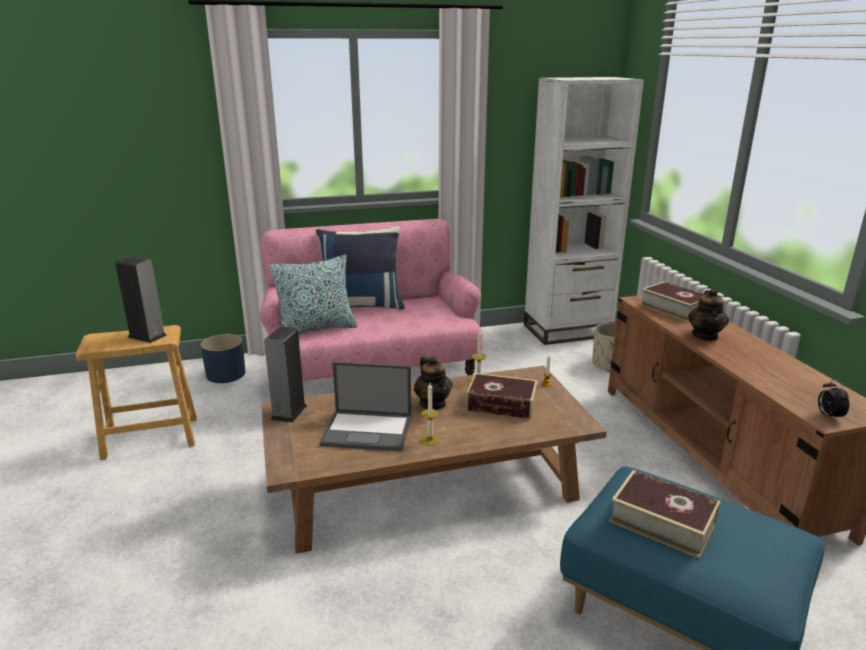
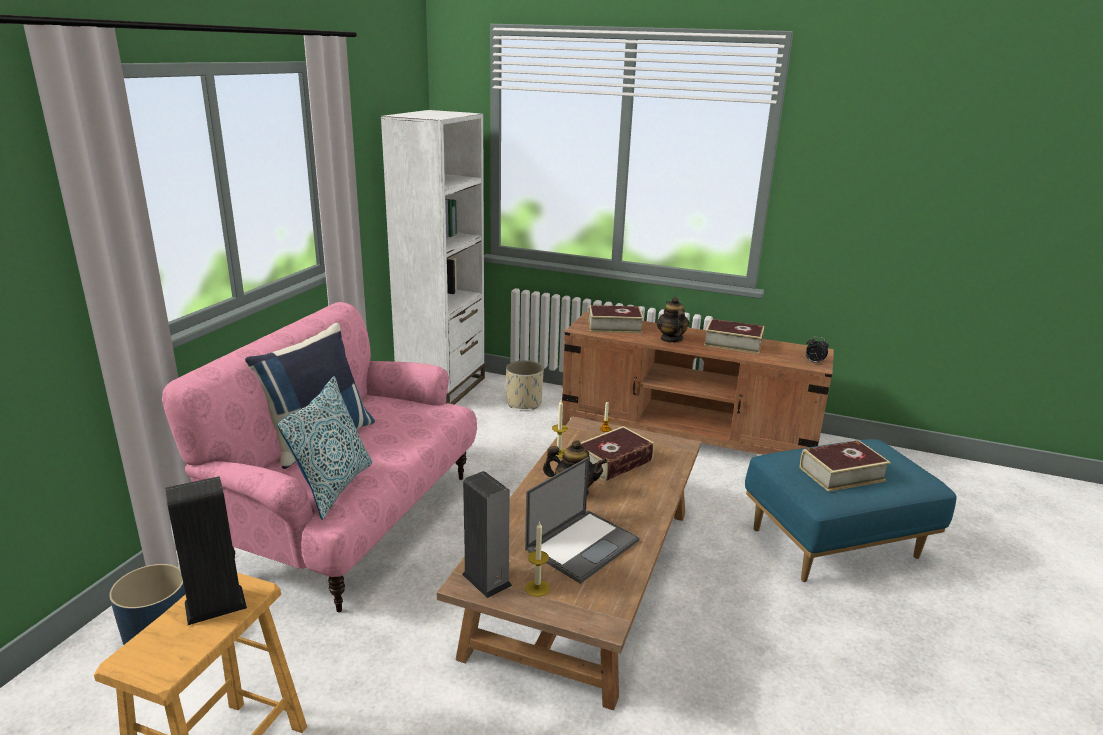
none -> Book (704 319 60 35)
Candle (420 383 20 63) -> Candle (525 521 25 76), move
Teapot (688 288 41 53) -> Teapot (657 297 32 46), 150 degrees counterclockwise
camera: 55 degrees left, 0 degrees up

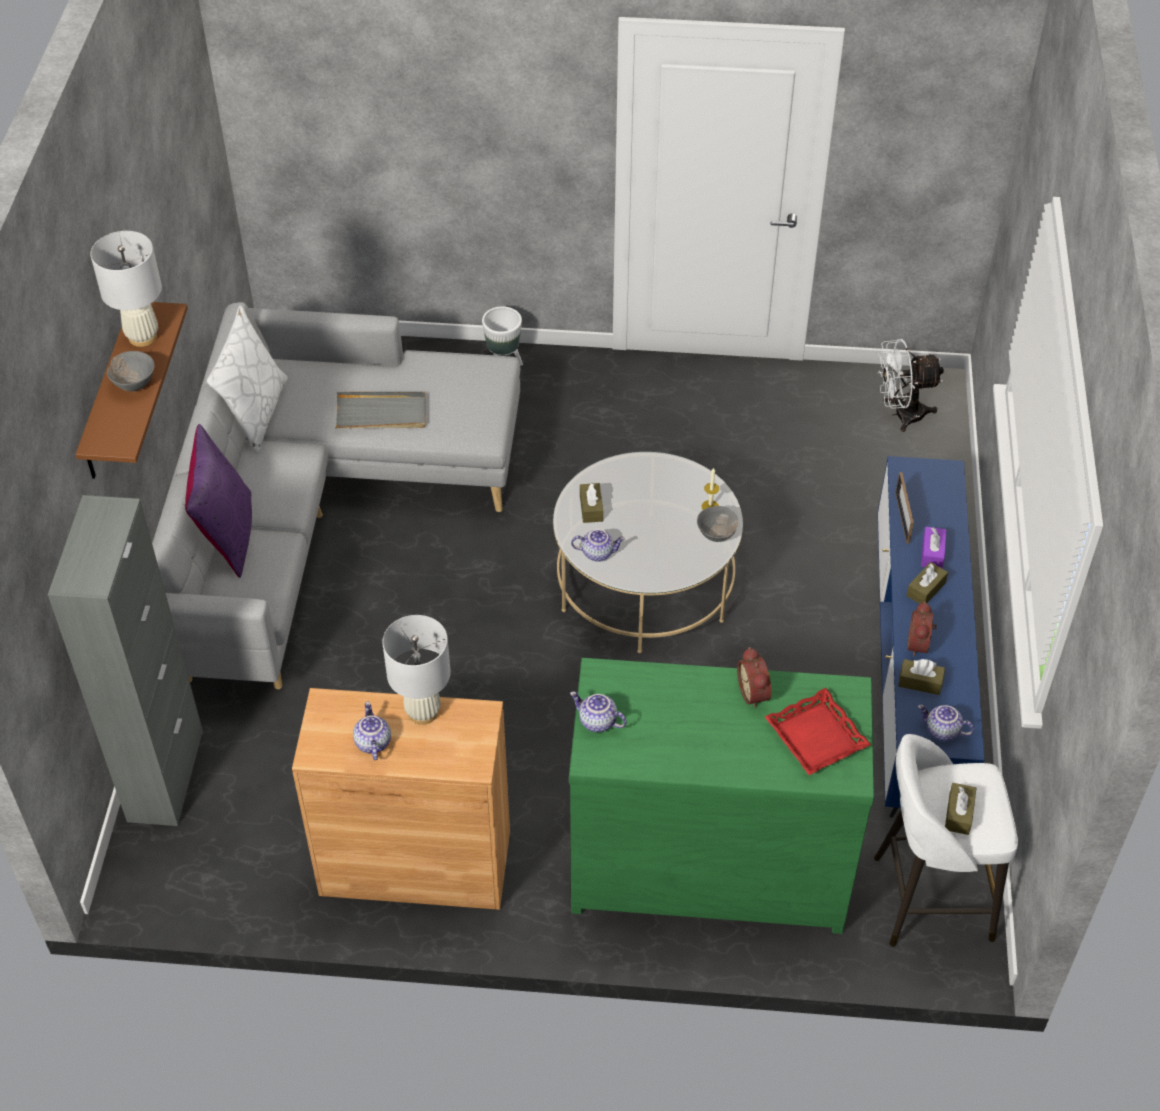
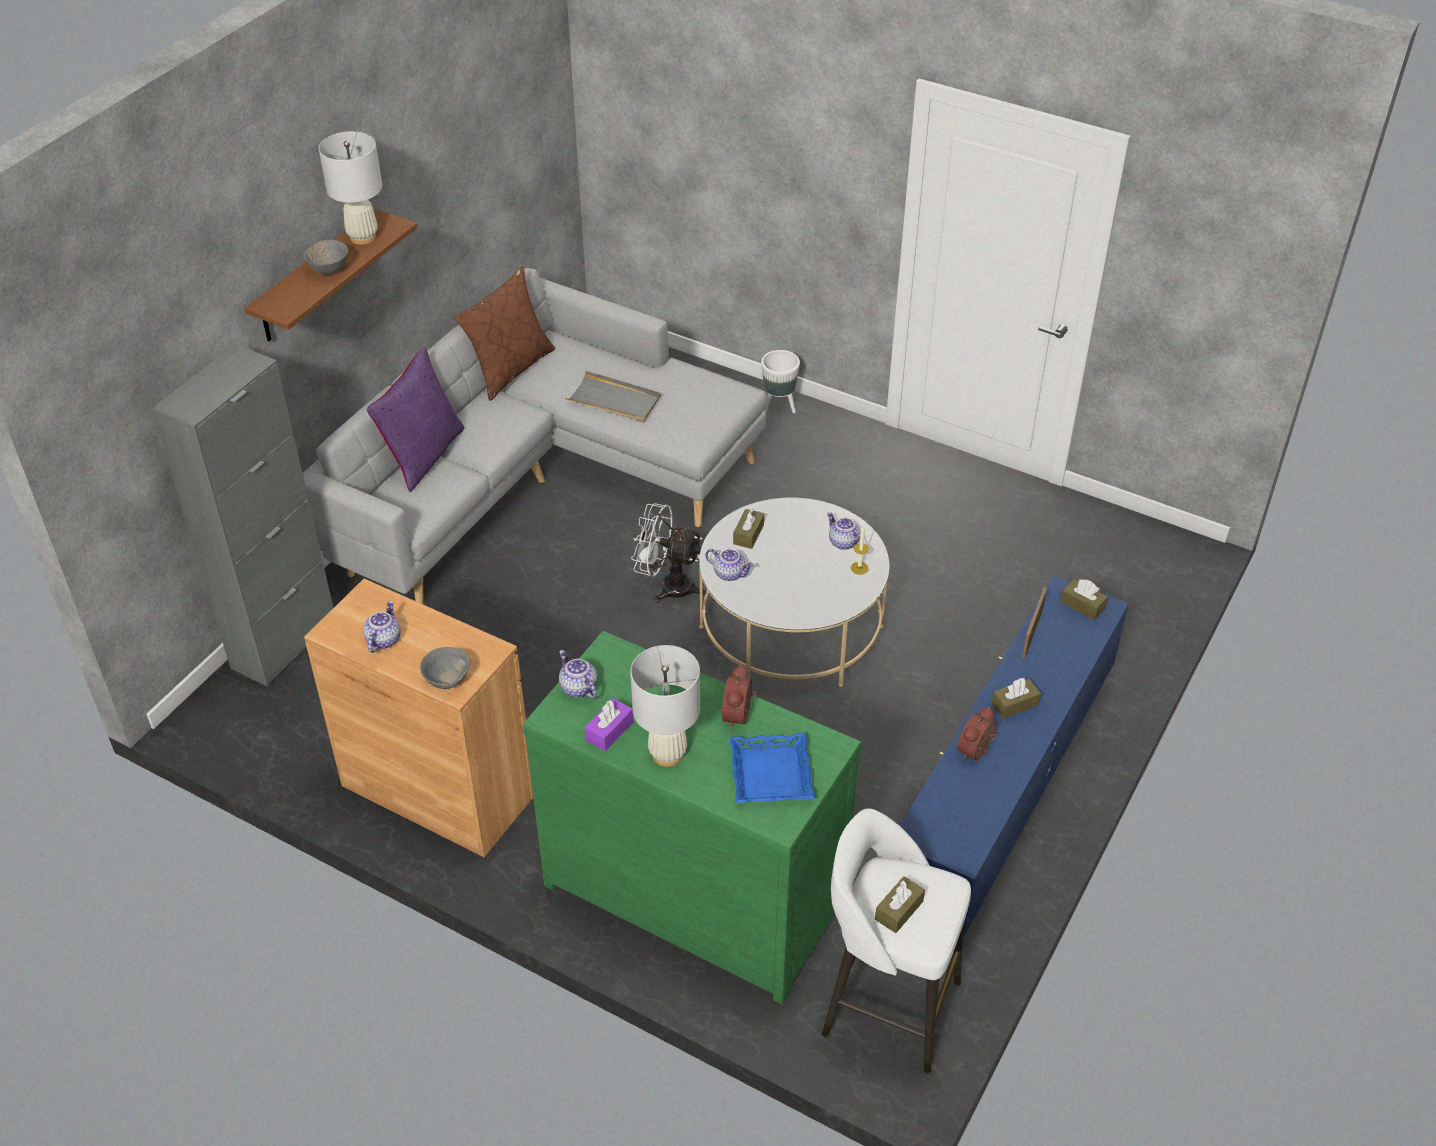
WhiteTableLamp (382 615 69 110) -> WhiteTableLamp (630 645 70 122), move
GreyBowl (697 506 41 36) -> GreyBowl (420 647 50 42), move
WhiteFan (878 339 66 93) -> WhiteFan (631 503 74 100), move
BrownTissueBox (898 659 47 36) -> BrownTissueBox (1060 579 48 41), move
Teapot (918 704 56 37) -> Teapot (827 512 33 38), move
PurpleTissueBox (921 527 25 41) -> PurpleTissueBox (584 698 50 53), move
WhitePillow (207 305 81 149) -> BrownPillow (454 266 101 135)
RedTray (765 688 106 87) -> BlueTray (730 733 85 70)
camera: 25 degrees right, 5 degrees down

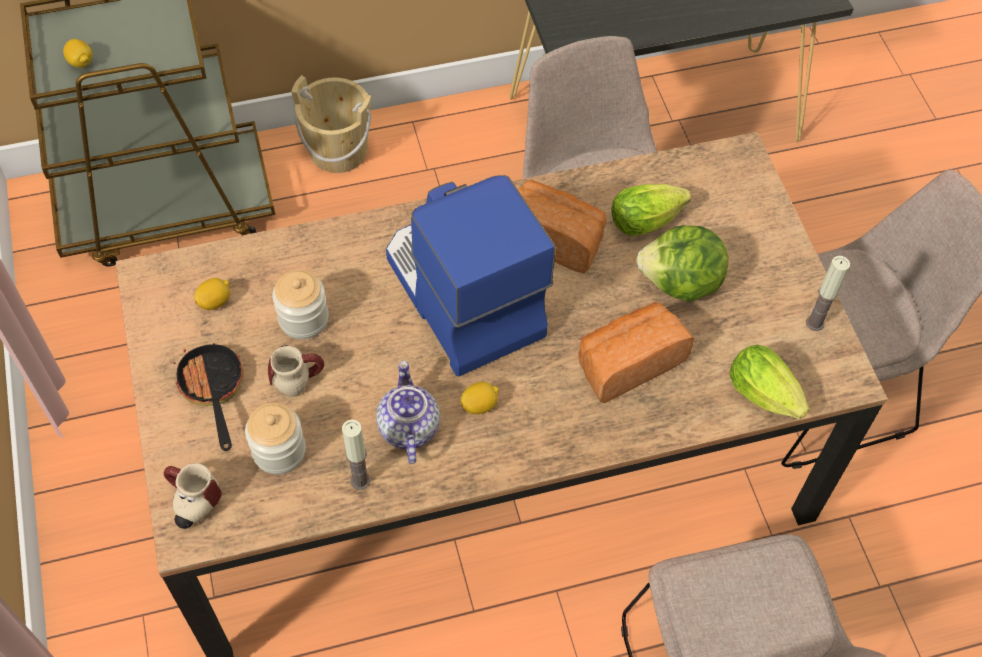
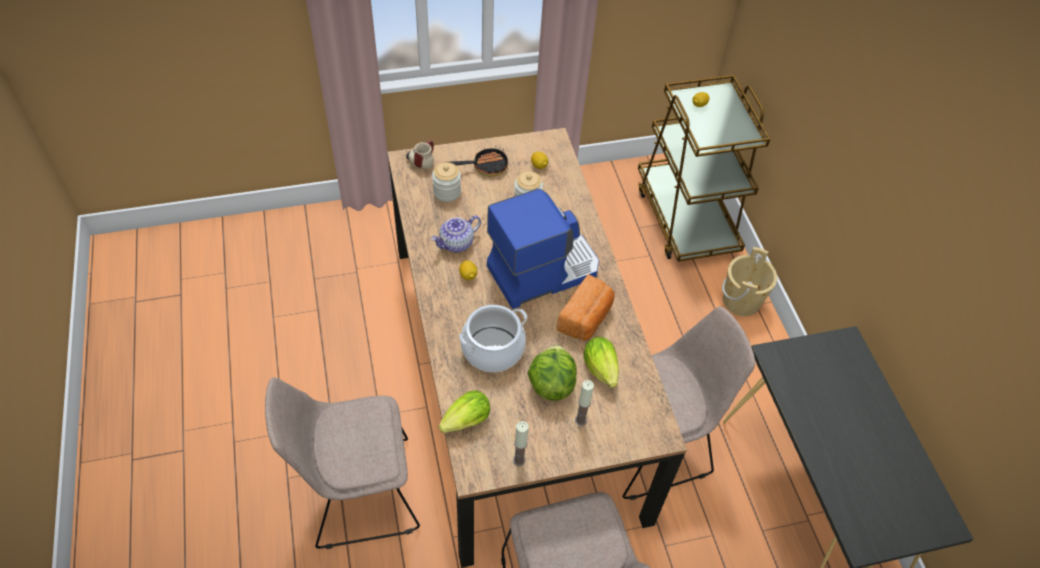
Mug (268 346 56 51) -> none
Candle (342 419 28 71) -> Candle (575 380 19 46), move
Bread (578 302 116 101) -> CookingPot (459 305 69 67)
Teapot (376 361 64 103) -> Teapot (431 215 50 37), 150 degrees clockwise
camera: 90 degrees right, 5 degrees down

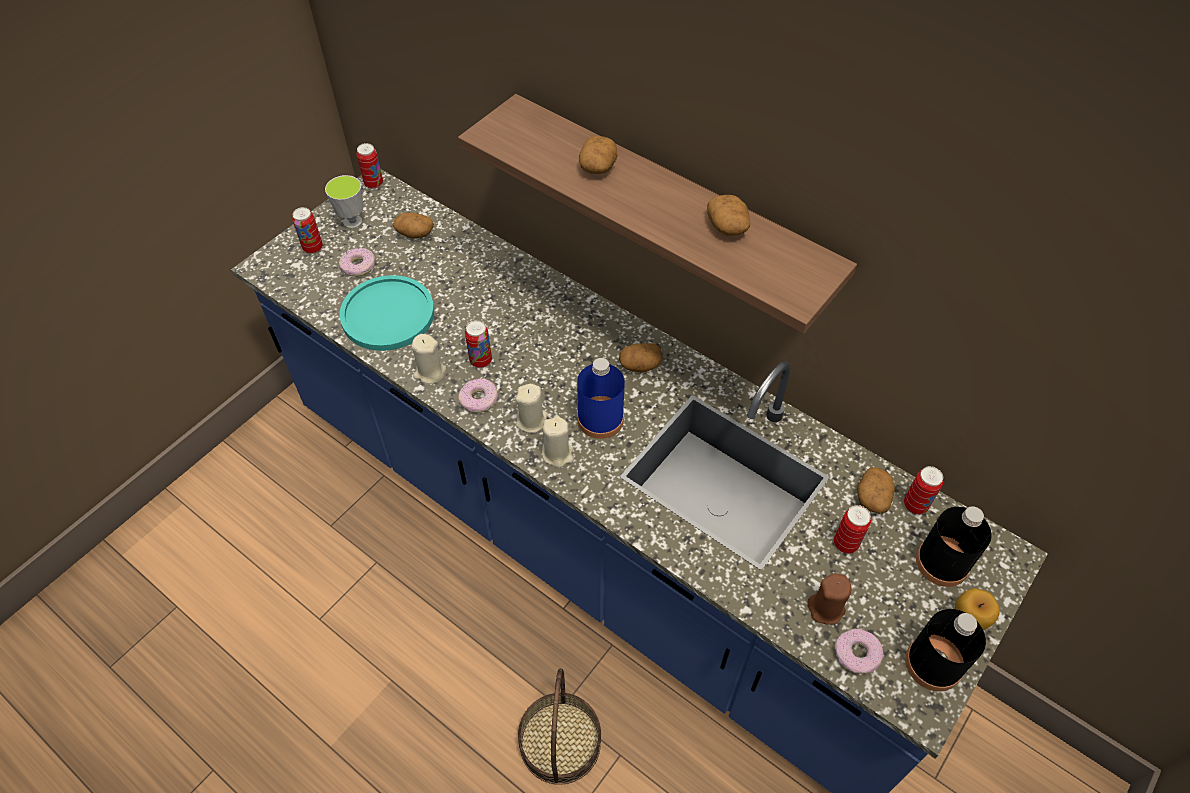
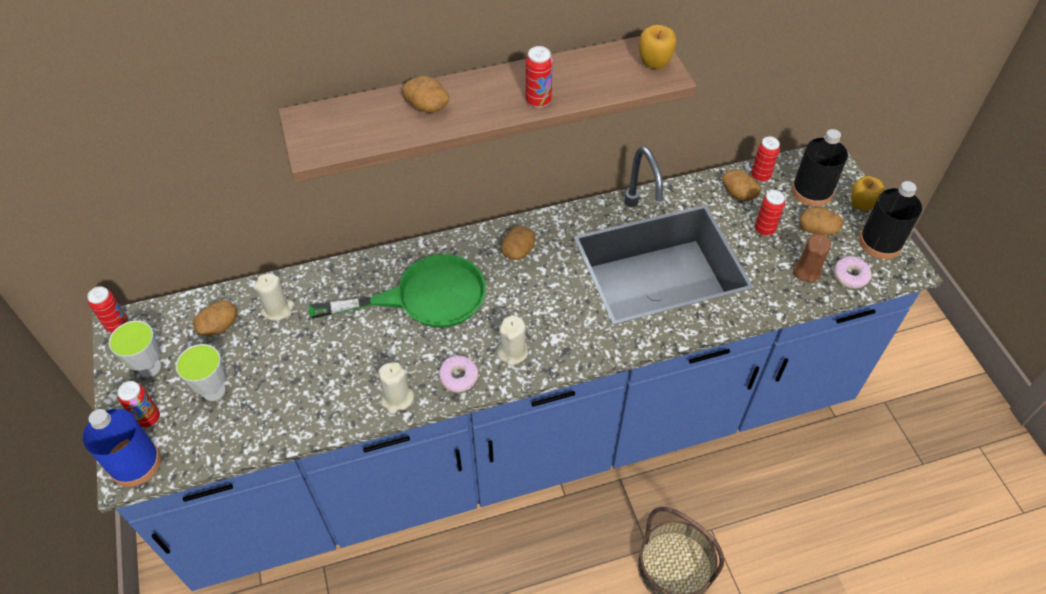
TurquoisePlate (339 275 95 76) -> none
none -> GreenFryingPan (308 254 178 74)
none -> Apple (639 25 37 44)
Can (465 320 27 48) -> Can (526 46 27 62), move
BeigeCandle (542 416 32 52) -> BeigeCandle (254 273 40 48), move
BlueBottle (577 358 48 81) -> BlueBottle (83 409 78 78), move
Potato (707 195 43 41) -> Potato (799 207 44 28), move
Donut (339 248 36 29) -> Cup (176 344 50 57)
camera: 55 degrees left, 0 degrees up

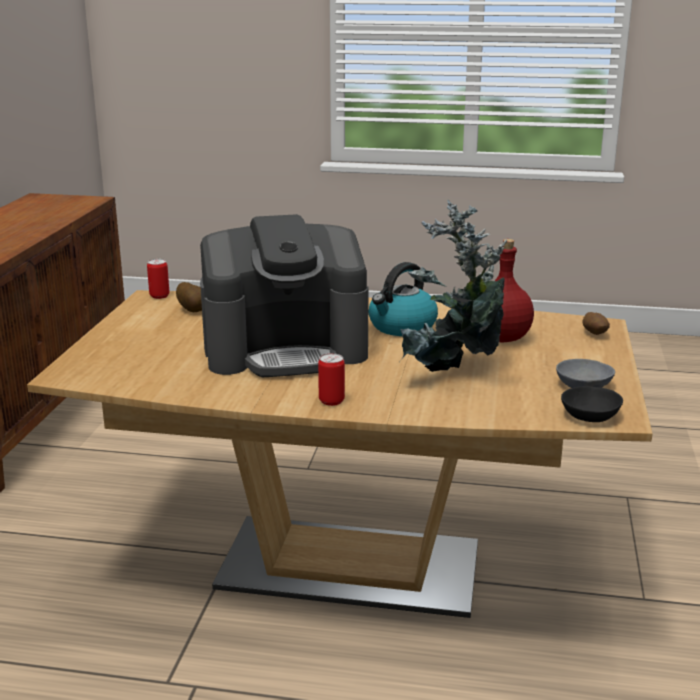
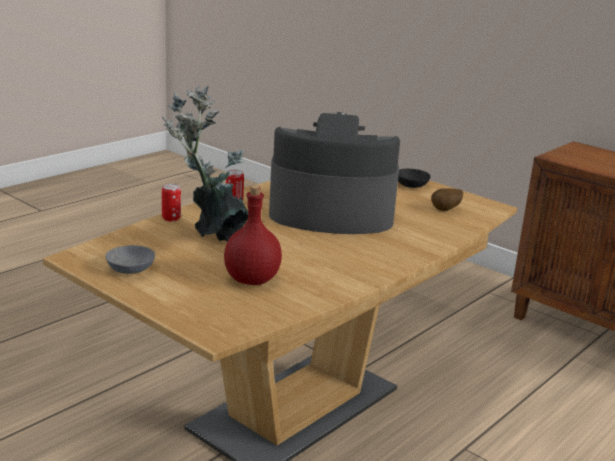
Kettle (369 262 69 74) -> none
Potato (582 312 28 23) -> none
Can (147 259 22 40) -> Can (162 184 19 38), move
BlackBowl (561 386 62 36) -> BlackBowl (398 169 33 19), move
CoffeeMachine (200 214 169 163) -> CoffeeMachine (269 112 131 122), 75 degrees clockwise
camera: 120 degrees right, 0 degrees up

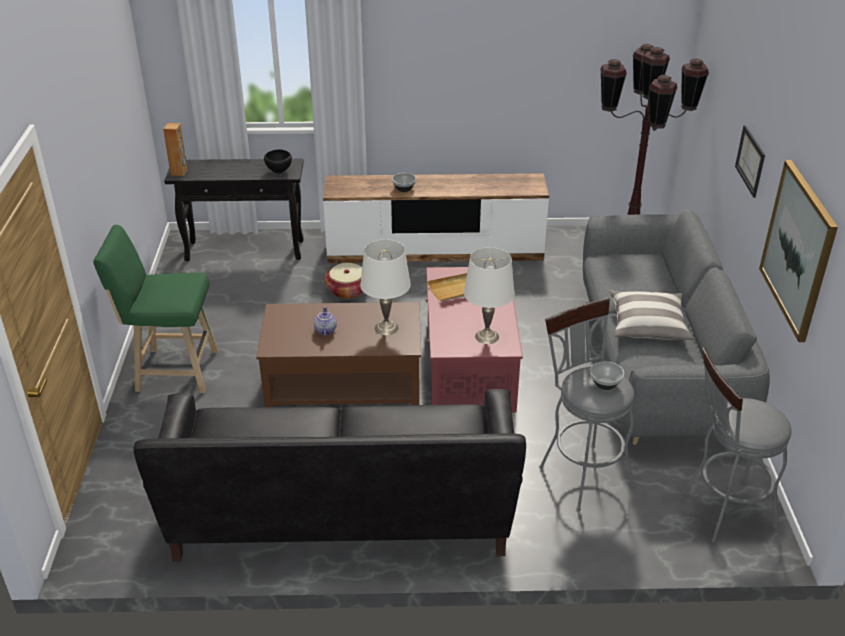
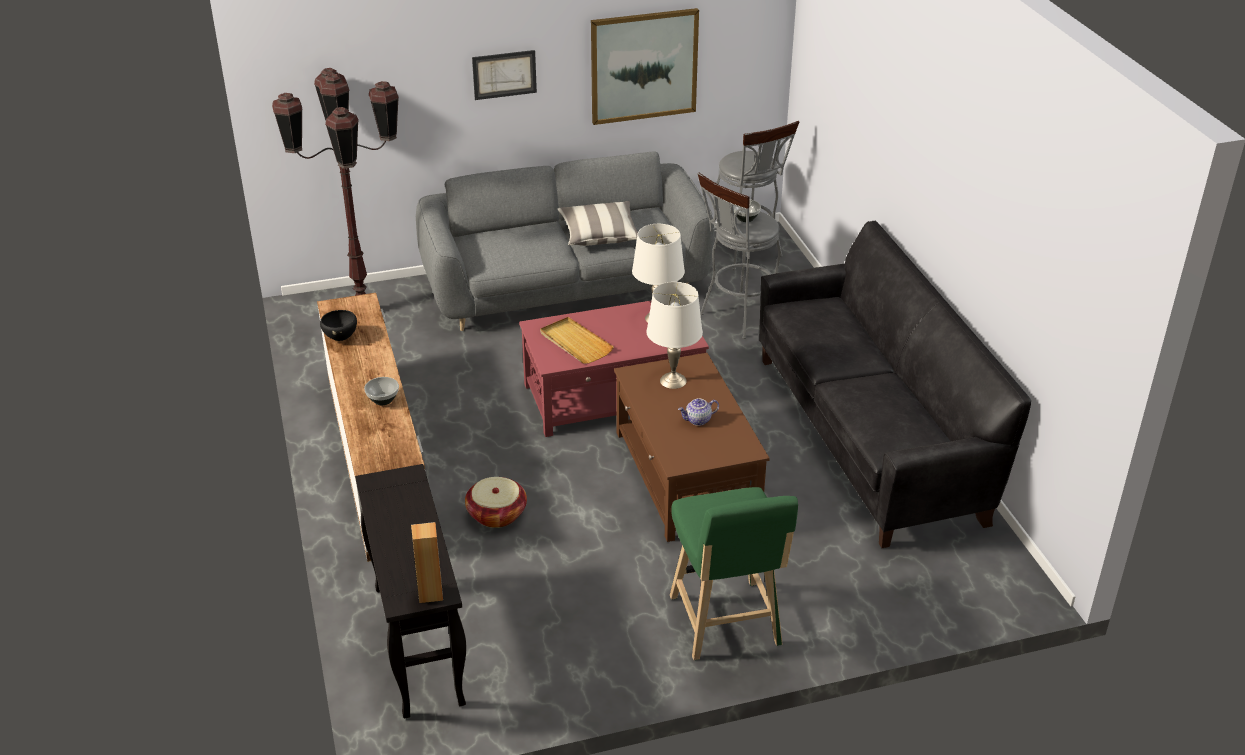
BlackBowl (264 149 28 24) -> BlackBowl (320 310 37 31), move
camera: 105 degrees left, 0 degrees up

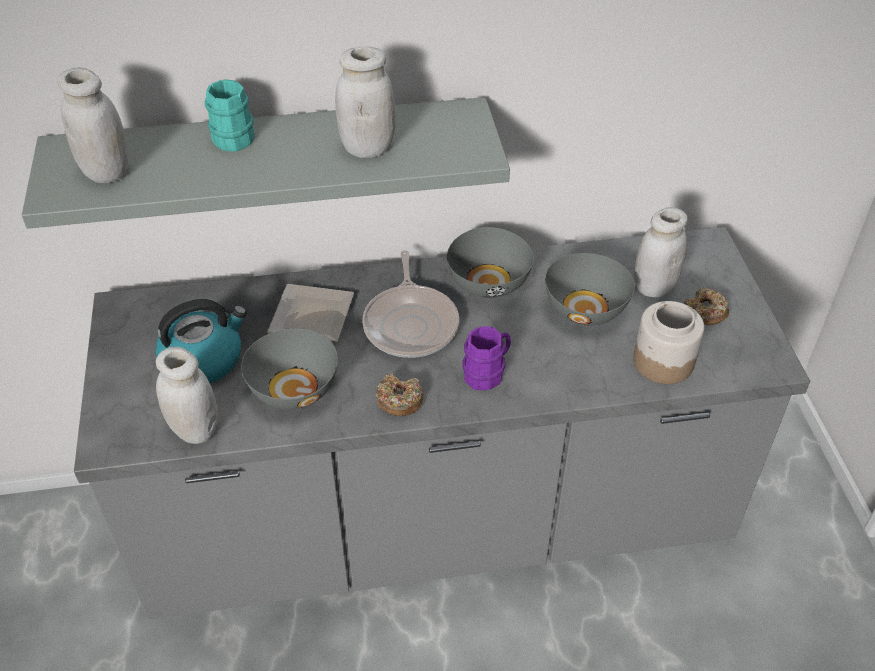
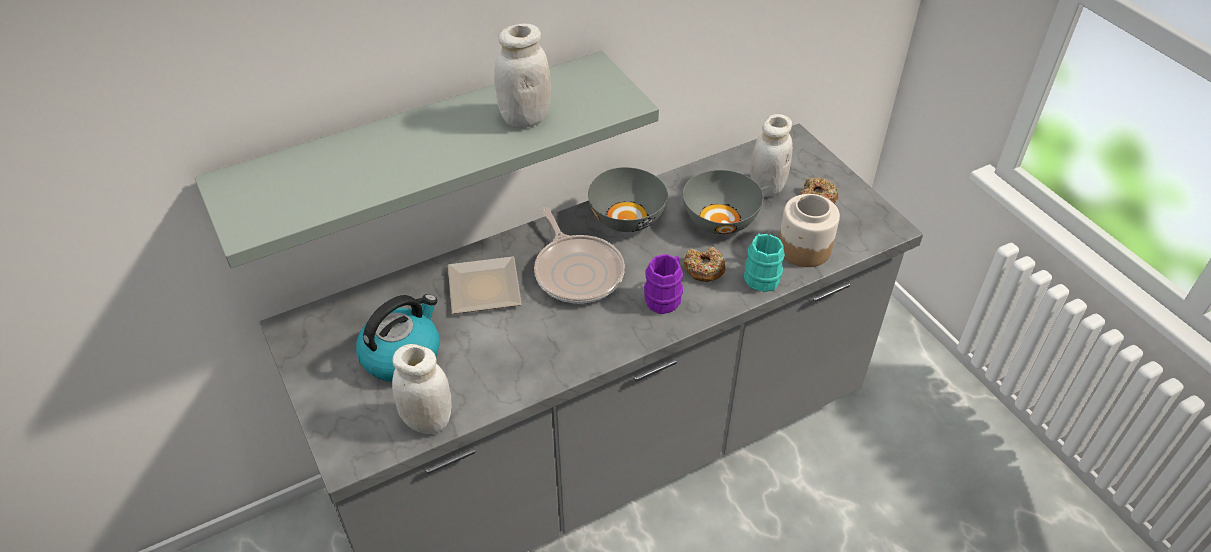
WhiteJar (57 67 72 116) -> none
GreyBowl (241 328 97 82) -> none
TurquoiseMug (204 79 50 73) -> TurquoiseMug (744 233 41 59), move
Donut (376 373 48 43) -> Donut (684 247 42 35), move
camera: 20 degrees left, 0 degrees up

